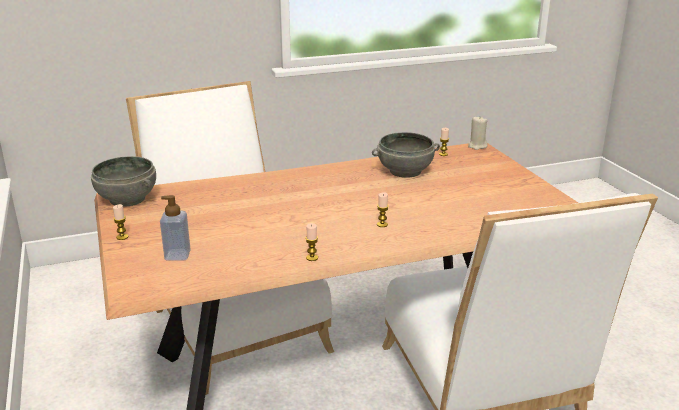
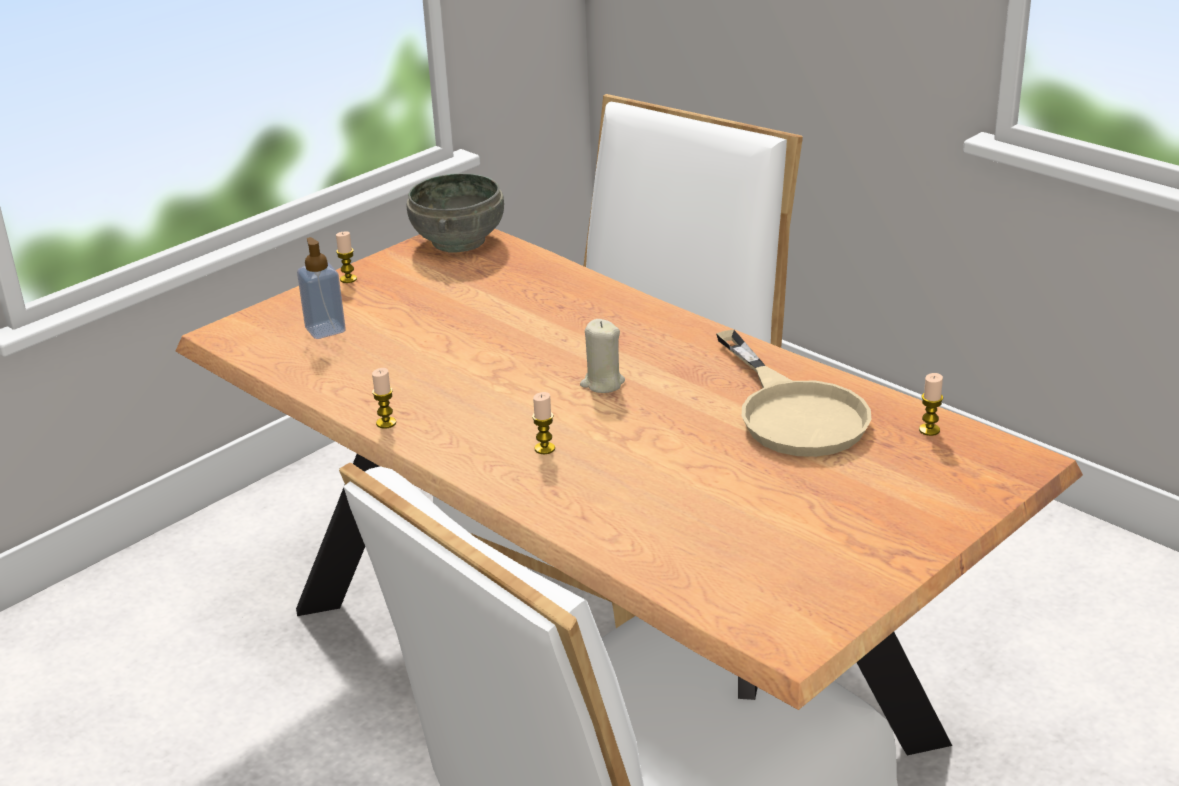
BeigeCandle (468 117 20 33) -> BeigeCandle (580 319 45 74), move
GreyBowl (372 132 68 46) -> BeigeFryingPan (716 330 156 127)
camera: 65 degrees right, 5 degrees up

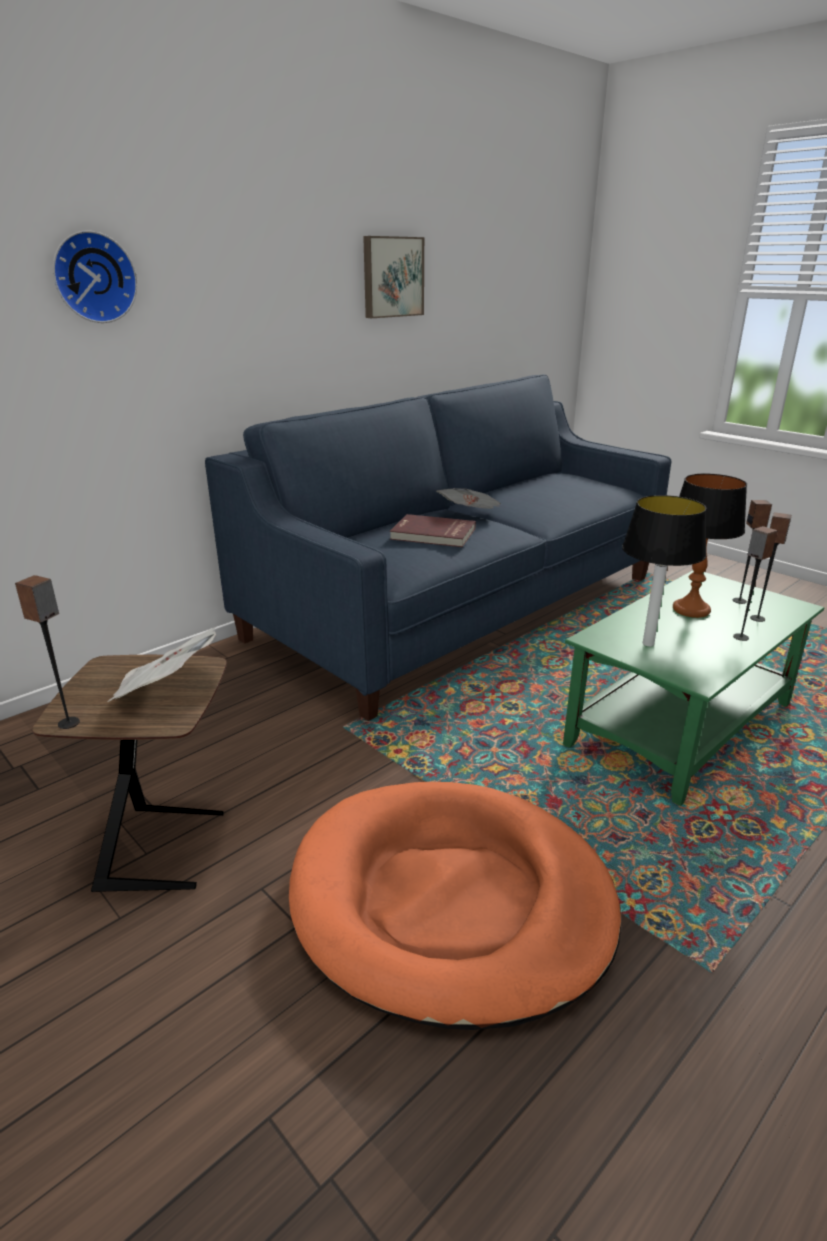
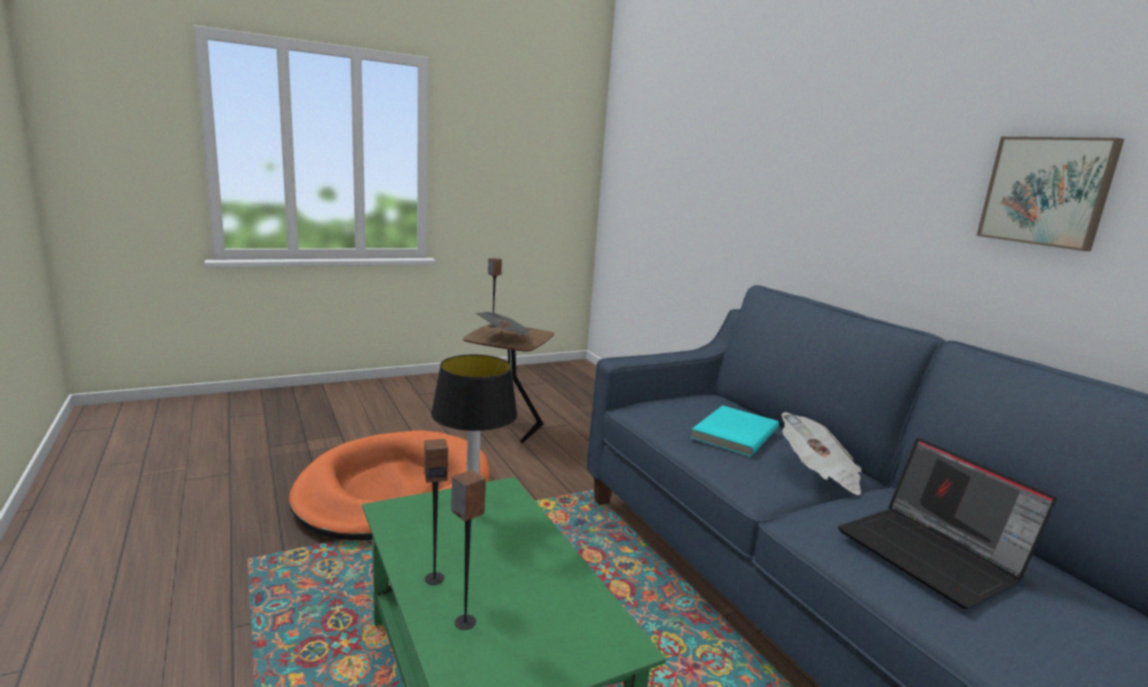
WallClock (53 231 85 92) -> none
TableLamp (673 473 74 145) -> none
Speaker (733 500 39 104) -> none
none -> Laptop (838 438 219 171)
RedBook (390 514 86 33) -> TurquoiseBook (690 405 89 52)
camera: 105 degrees right, 10 degrees down

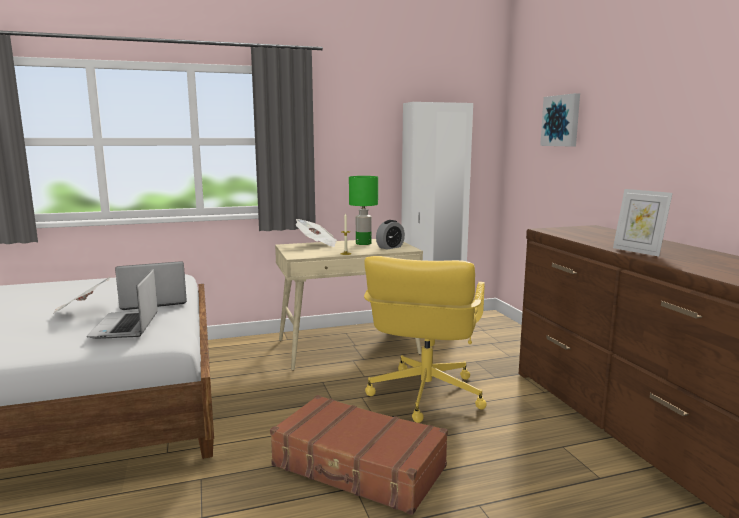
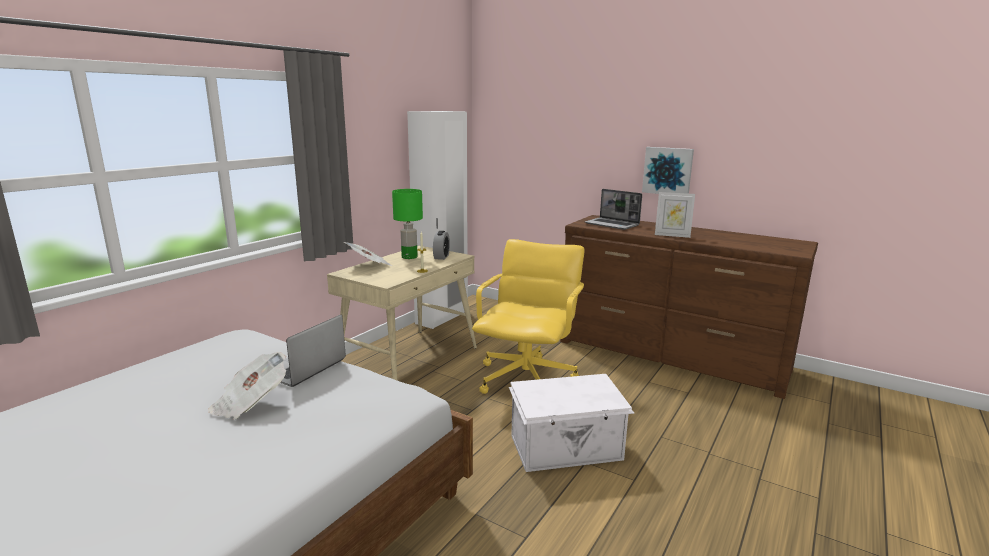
Laptop (87 269 71 70) -> Laptop (585 189 57 41), move
Picture (540 93 40 53) -> Picture (642 147 52 47), move
BrownSuitcase (270 395 178 120) -> WhiteStorageBox (509 374 126 98)
YellowOfficeChair (364 256 123 167) -> YellowOfficeChair (472 239 112 155), 135 degrees counterclockwise
camera: 40 degrees left, 5 degrees up

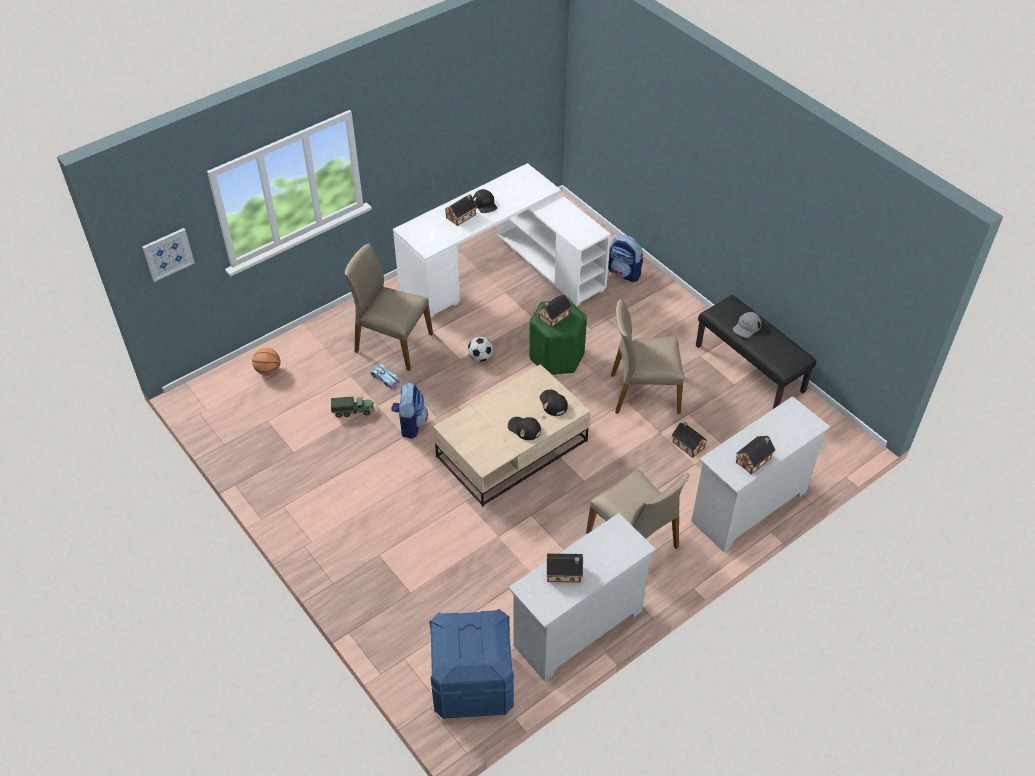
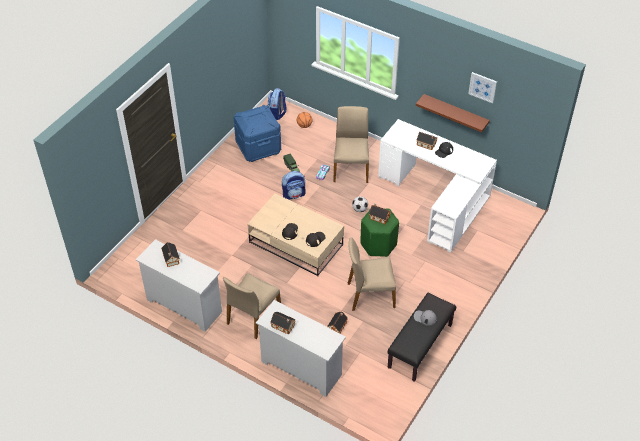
none -> BrownShelf (416 94 74 38)
Picture (142 228 53 54) -> Picture (468 72 29 32), move
BlueStorageBox (429 609 85 110) -> BlueStorageBox (233 105 48 57), move
Backpack (608 235 35 47) -> Backpack (267 88 19 32), move
BeigeChair (611 299 73 115) -> BeigeChair (348 237 48 74), 75 degrees counterclockwise
camera: 70 degrees right, 0 degrees up

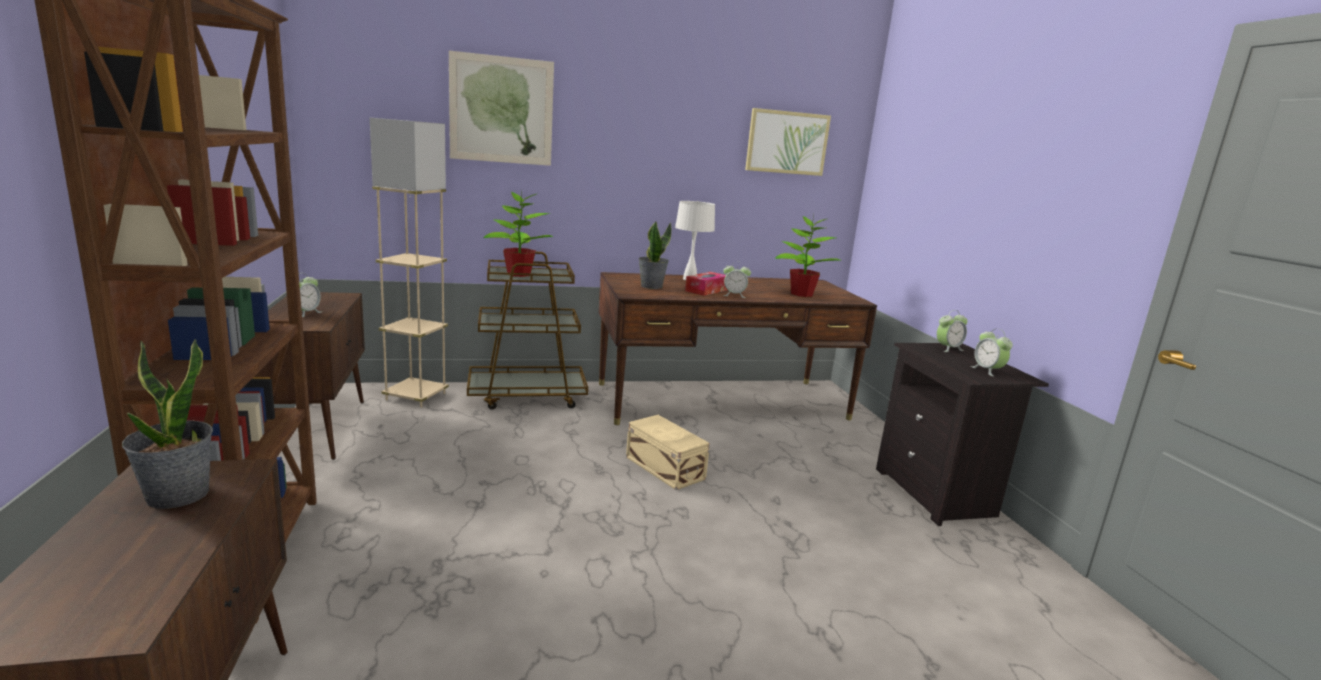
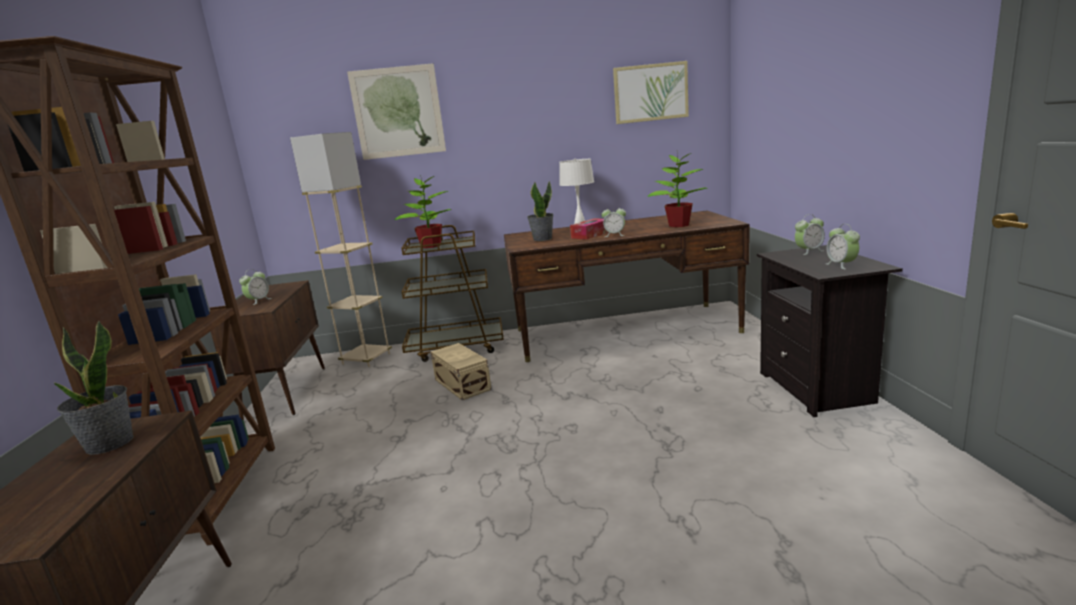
BeigeStorageBox (626 415 84 75) -> BeigeStorageBox (431 343 61 57), move
camera: 10 degrees right, 0 degrees up

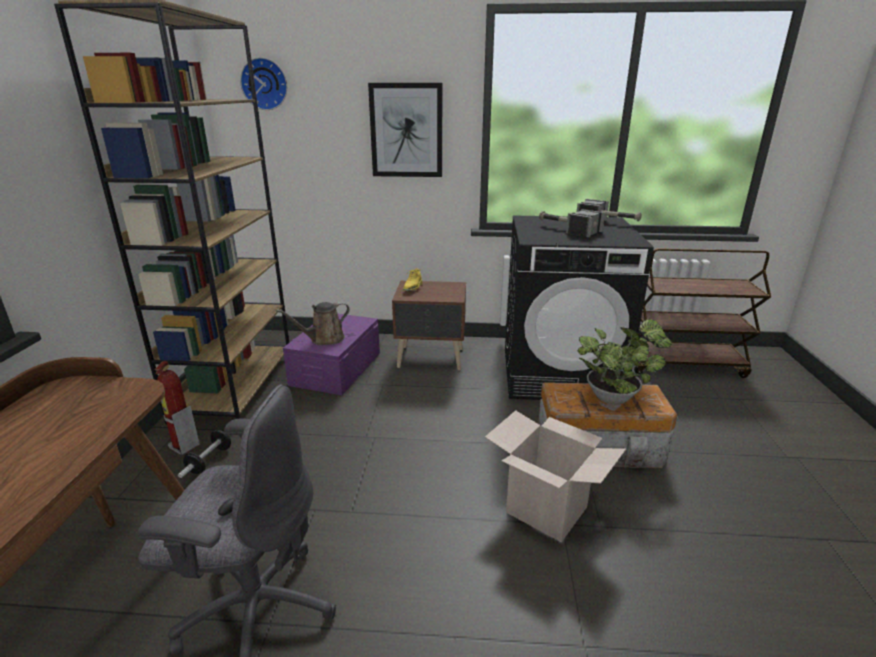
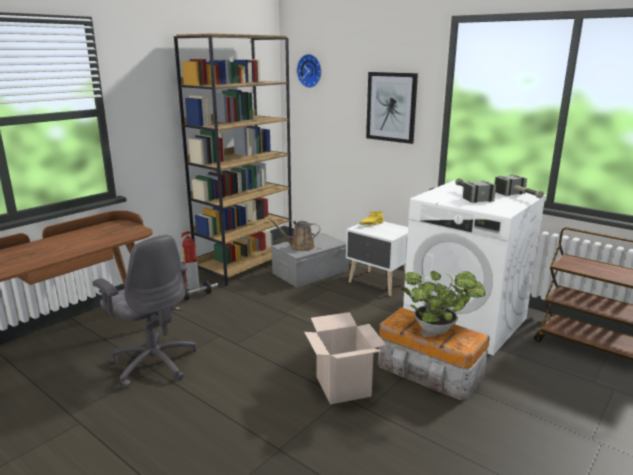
PurpleStorageBox (283 313 97 82) -> GreyStorageBox (272 233 76 54)
BrownNightstand (392 281 74 89) -> WhiteNightstand (346 221 62 75)
BlackWashingMachine (505 216 149 184) -> WhiteWashingMachine (403 180 143 175)
camera: 35 degrees right, 5 degrees down

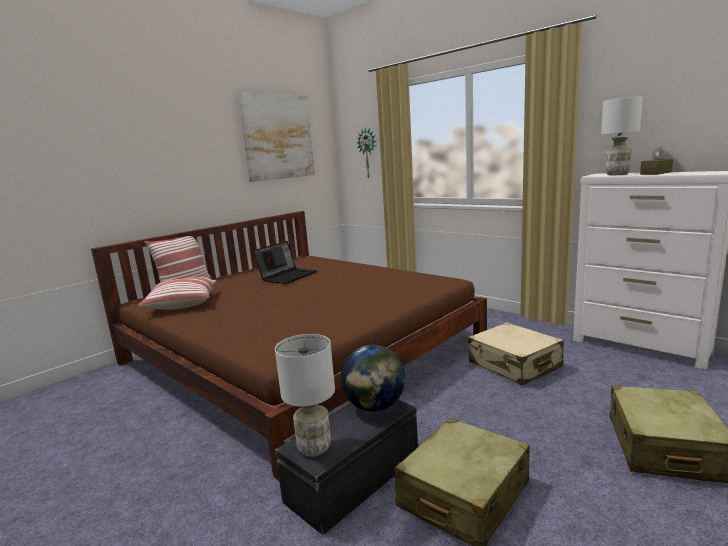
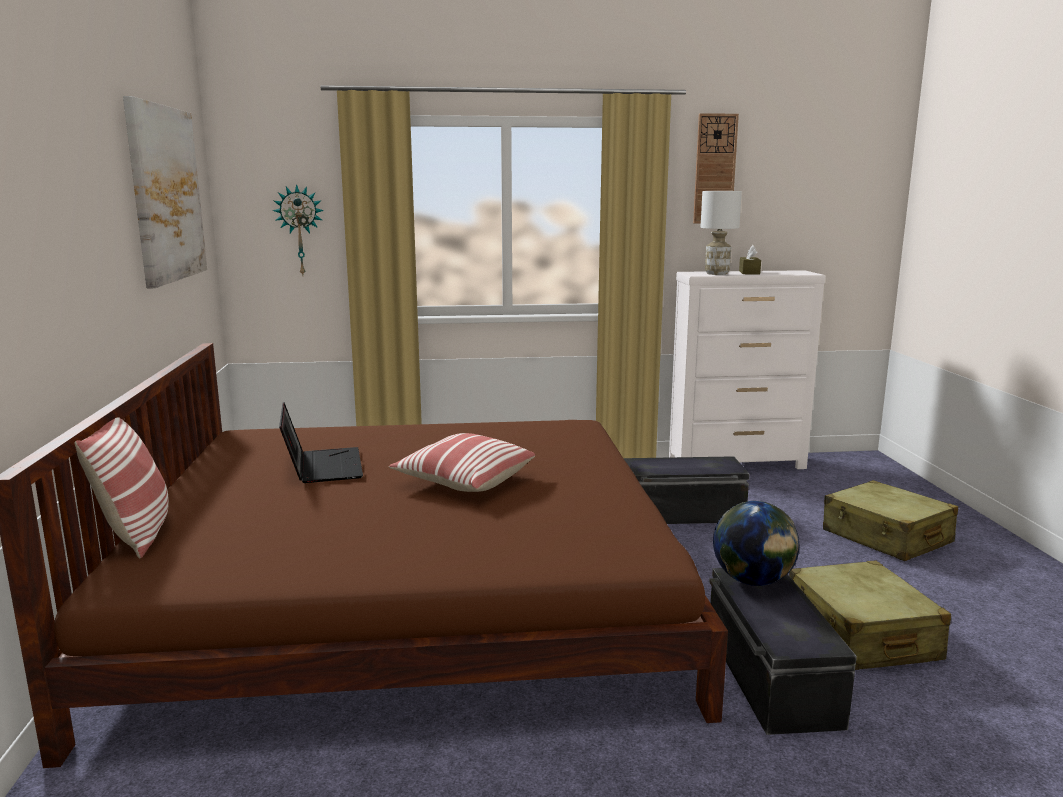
WhiteTableLamp (275 334 60 123) -> none
none -> WallClock (693 113 46 110)
Pillow (138 277 79 33) -> Pillow (389 433 146 59), move
BeigeSuitcase (468 322 96 63) -> BlackStorageBox (624 456 126 68)
camera: 50 degrees left, 0 degrees up

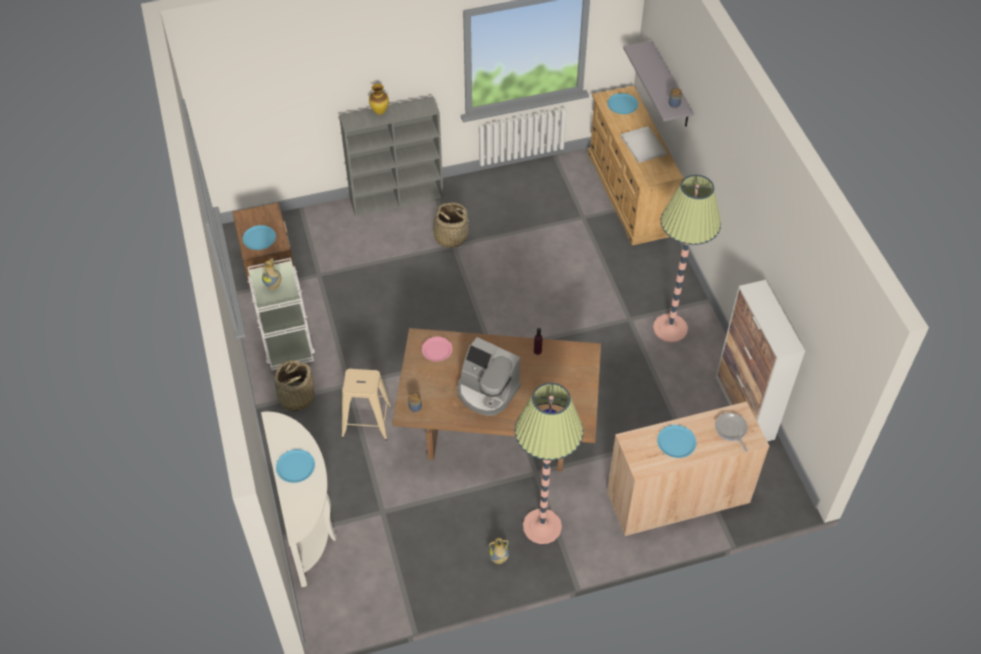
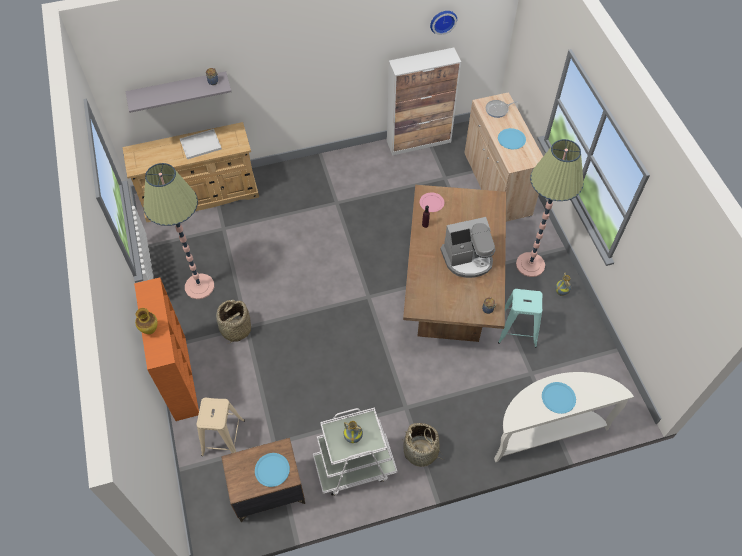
BluePlate (607 93 31 21) -> none
none -> WallClock (430 11 27 24)
none -> TurquoiseStool (498 289 45 59)
BeigeStool (341 369 51 71) -> BeigeStool (196 398 49 58), move
PinkPlate (422 337 31 25) -> PinkPlate (420 192 24 20), move
FloorLamp (653 175 68 168) -> FloorLamp (143 163 71 136), move
GreyBookcase (339 96 104 121) -> OrangeBookcase (134 277 65 144)
CoffeeMachine (457 337 64 79) -> CoffeeMachine (440 217 55 61), 45 degrees clockwise
camera: 90 degrees left, 5 degrees up

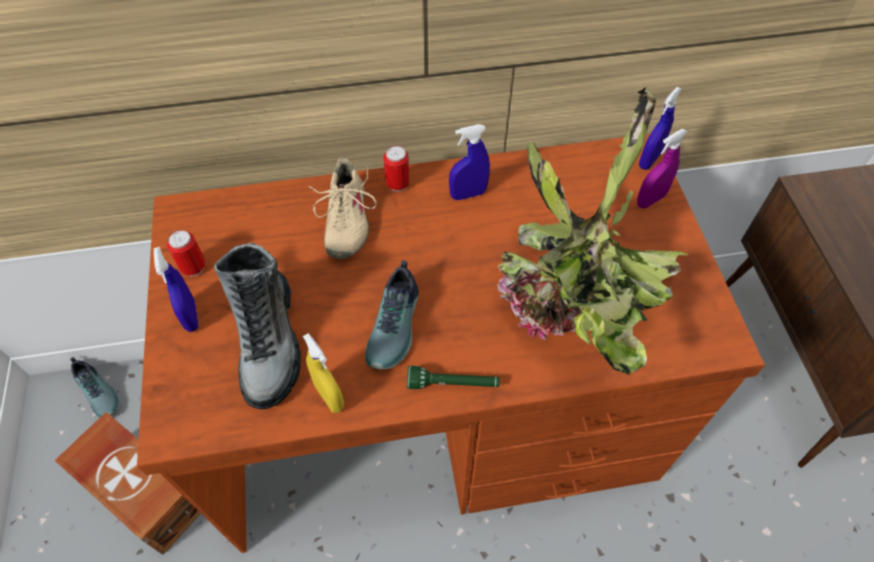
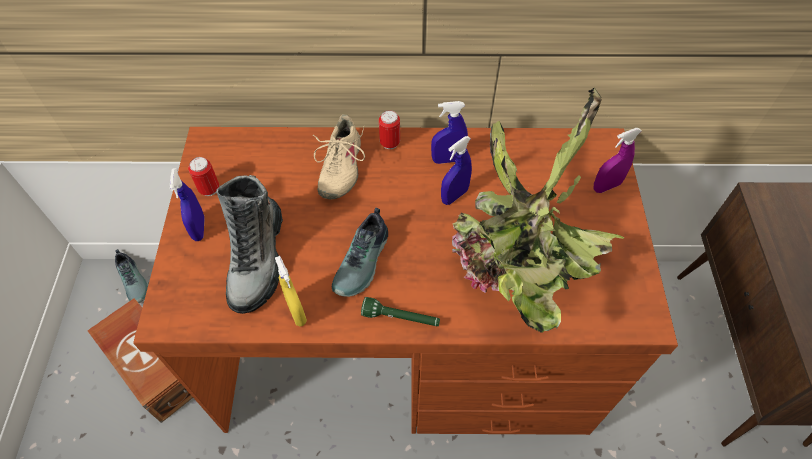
BlueSprayBottle (639 87 43 83) -> BlueSprayBottle (441 136 31 69), move
camera: 10 degrees right, 0 degrees up

